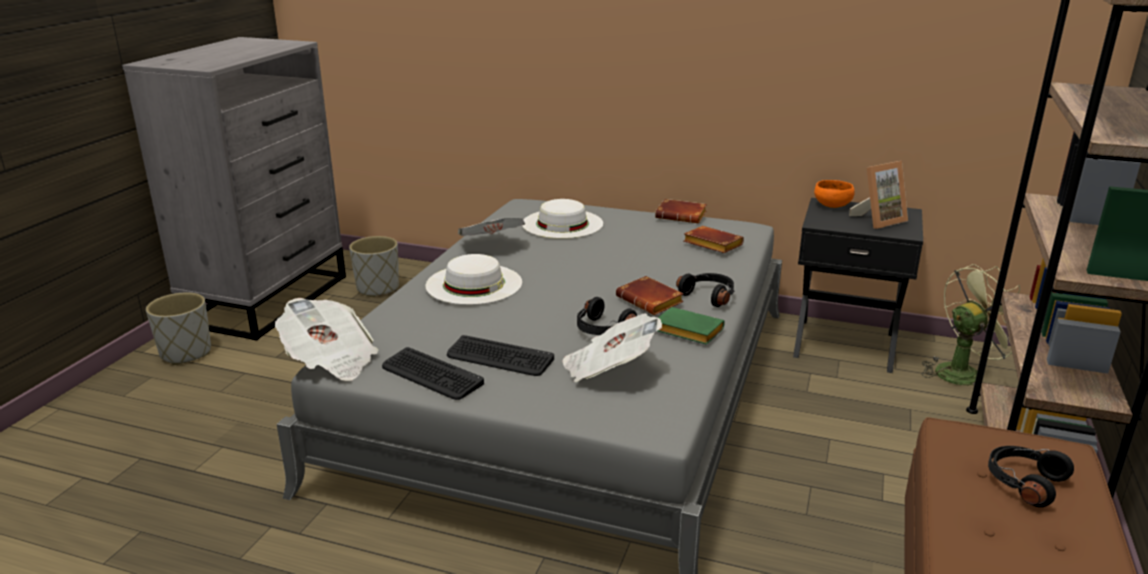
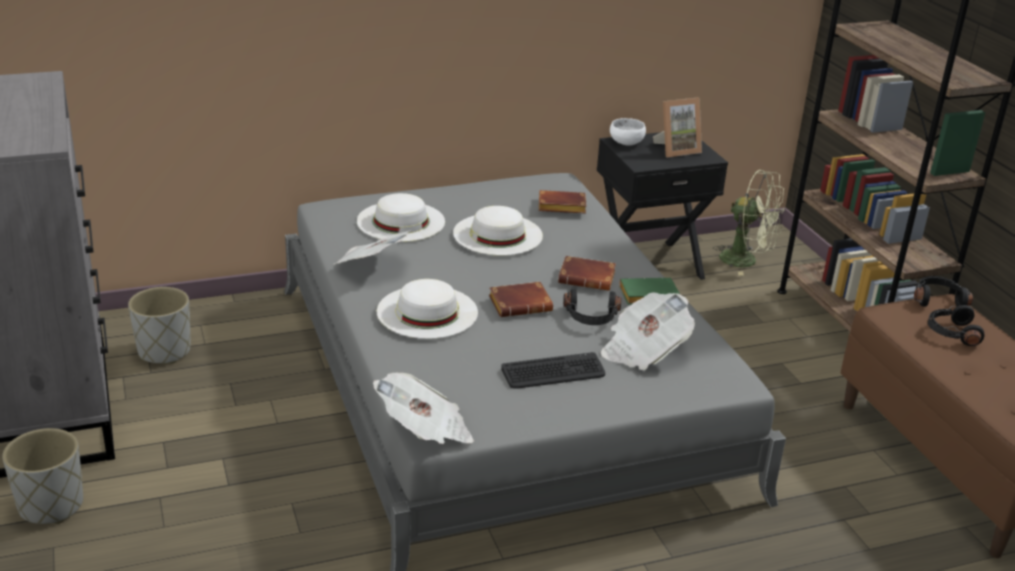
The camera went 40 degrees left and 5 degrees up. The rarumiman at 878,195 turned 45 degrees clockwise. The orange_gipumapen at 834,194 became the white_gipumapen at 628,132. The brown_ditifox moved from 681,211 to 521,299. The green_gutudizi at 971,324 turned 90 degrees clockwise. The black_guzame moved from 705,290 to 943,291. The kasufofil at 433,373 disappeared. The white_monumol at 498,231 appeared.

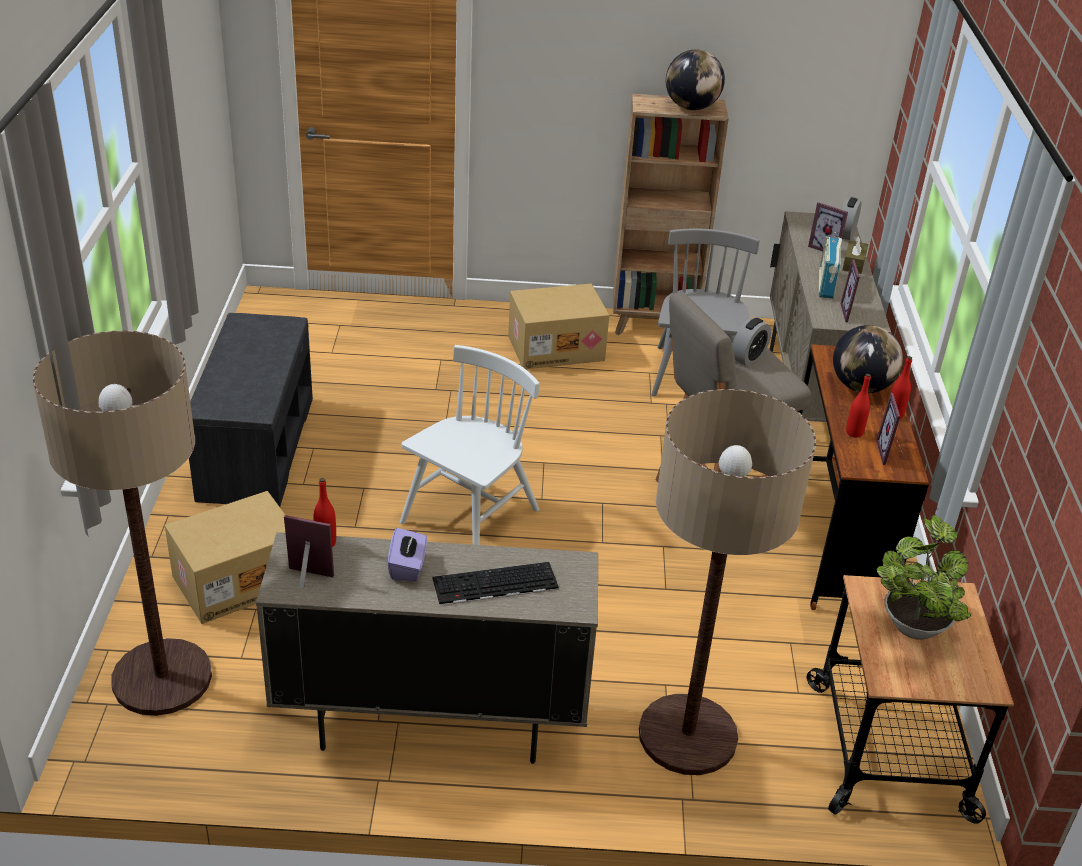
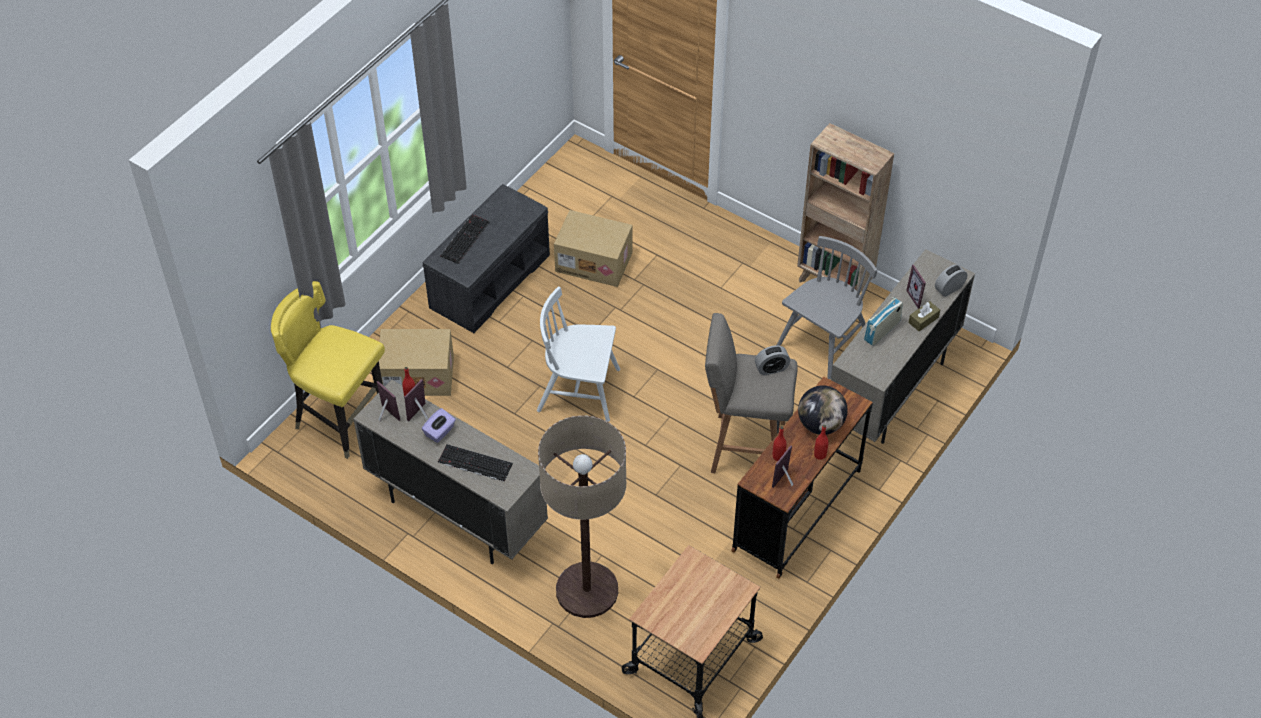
The camera went 35 degrees right and 15 degrees up. The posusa at 695,80 disappeared. The rarumiman moved from 852,291 to 416,400. The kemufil moved from 558,326 to 593,248. The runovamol at 122,523 was replaced by the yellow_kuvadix at 328,370. The white_kuvadix at 470,445 turned 150 degrees counterclockwise. The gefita at 924,577 disappeared. The kasufofil at 465,239 appeared.

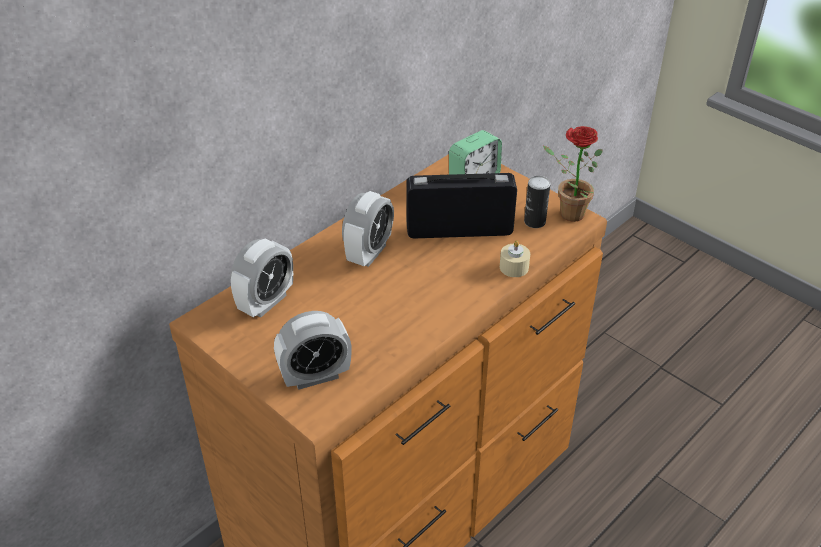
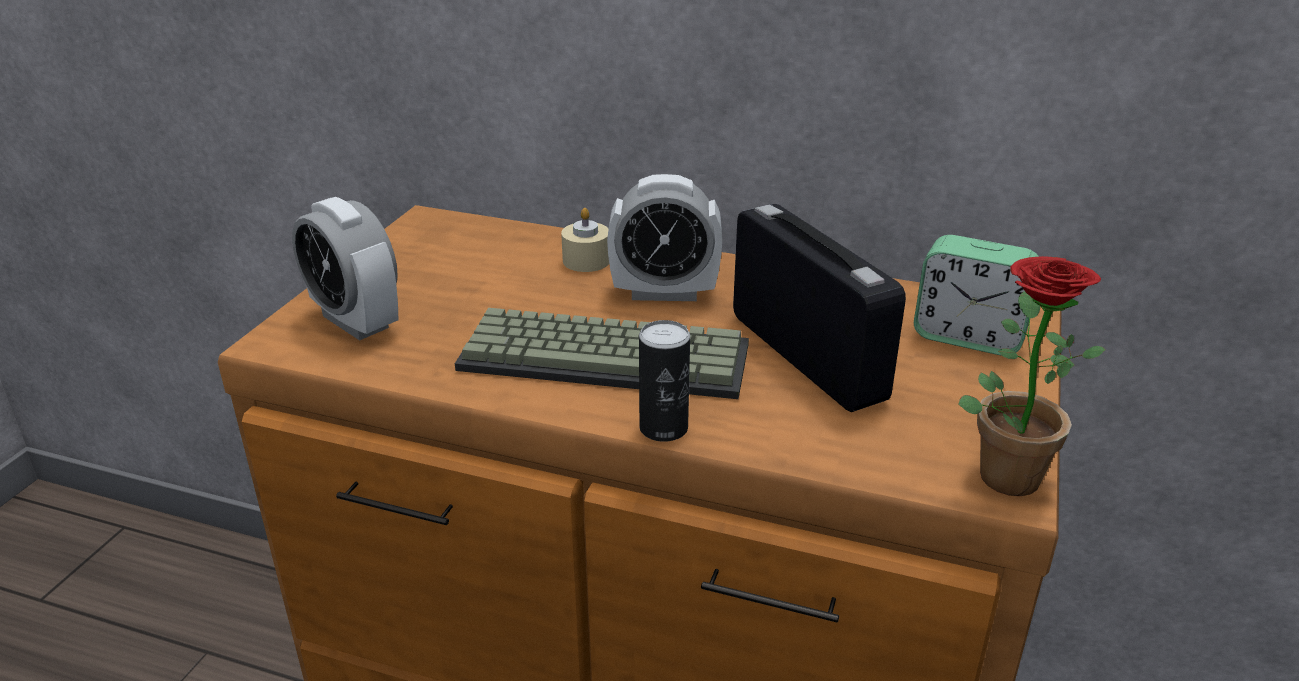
The camera went 65 degrees right and 10 degrees down. The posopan moved from 537,202 to 664,381. The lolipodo at 261,278 disappeared. The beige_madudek moved from 515,258 to 585,240. The kasufofil at 602,353 appeared.

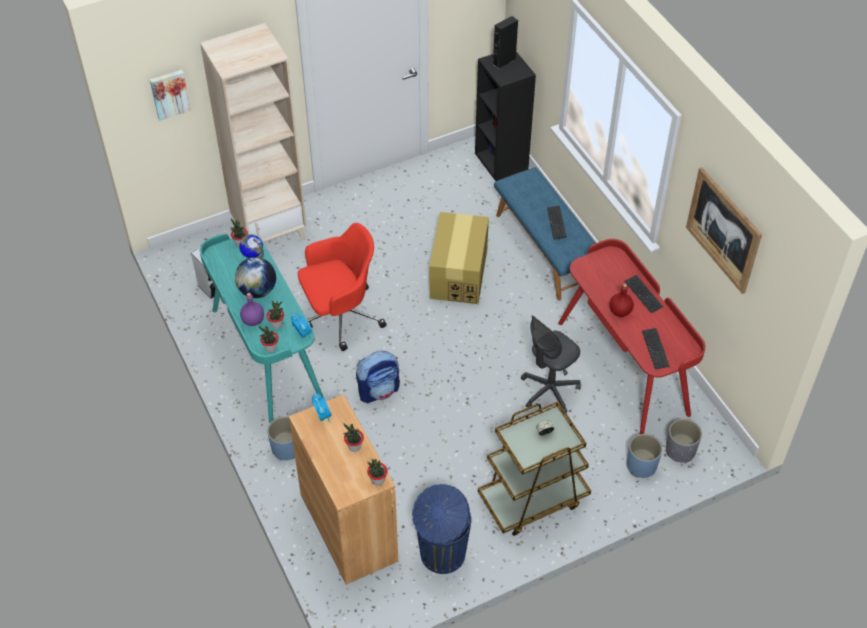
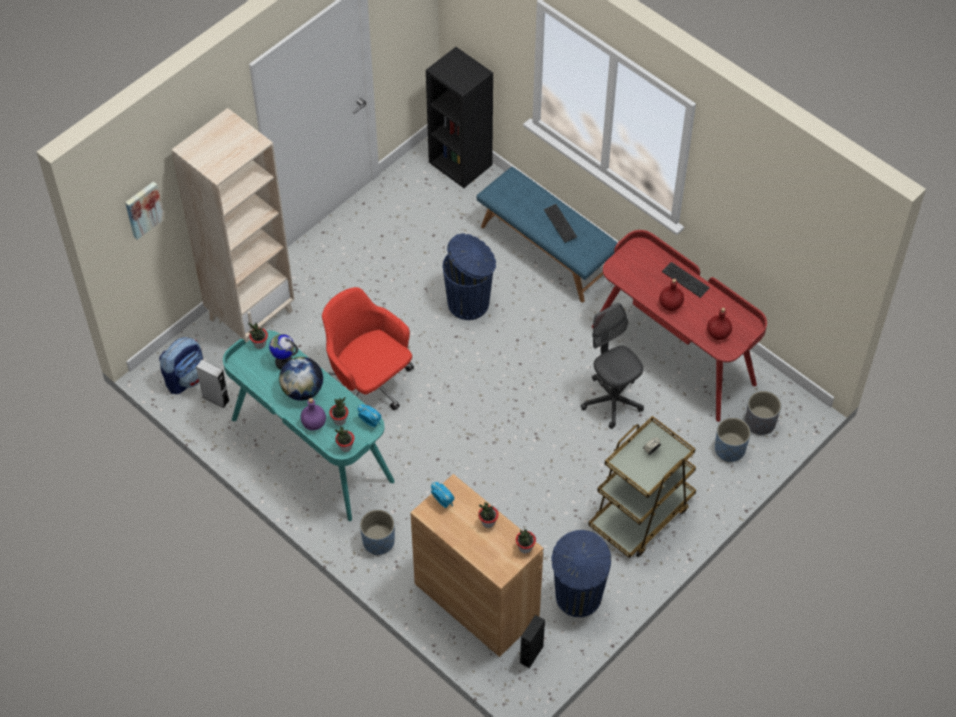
The camera went 20 degrees left and 5 degrees up. The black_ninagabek moved from 505,42 to 532,641. The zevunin at 724,230 disappeared. The kemufil at 459,258 was replaced by the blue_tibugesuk at 469,277. The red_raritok at 342,287 turned 90 degrees counterclockwise. The grey_raritok at 551,364 turned 120 degrees clockwise. The kasufofil at 656,349 was replaced by the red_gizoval at 719,323. The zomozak moved from 378,377 to 181,365.

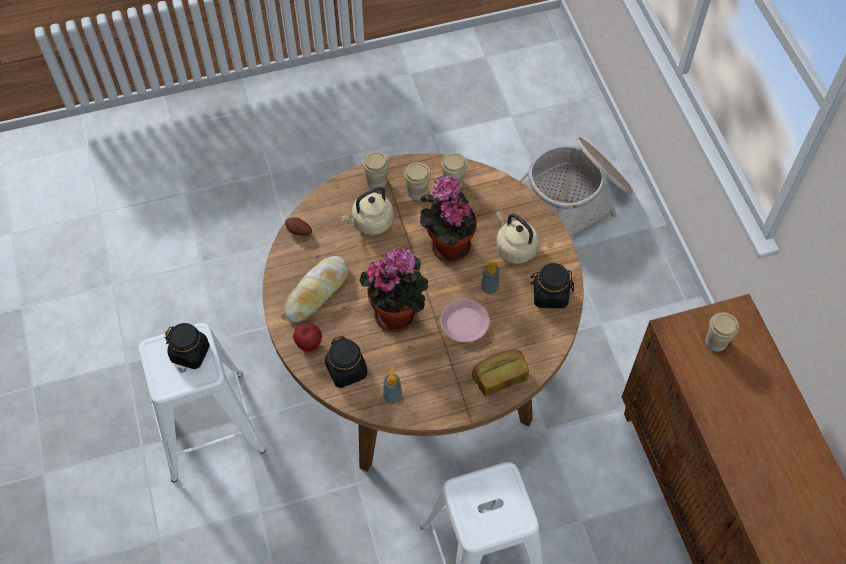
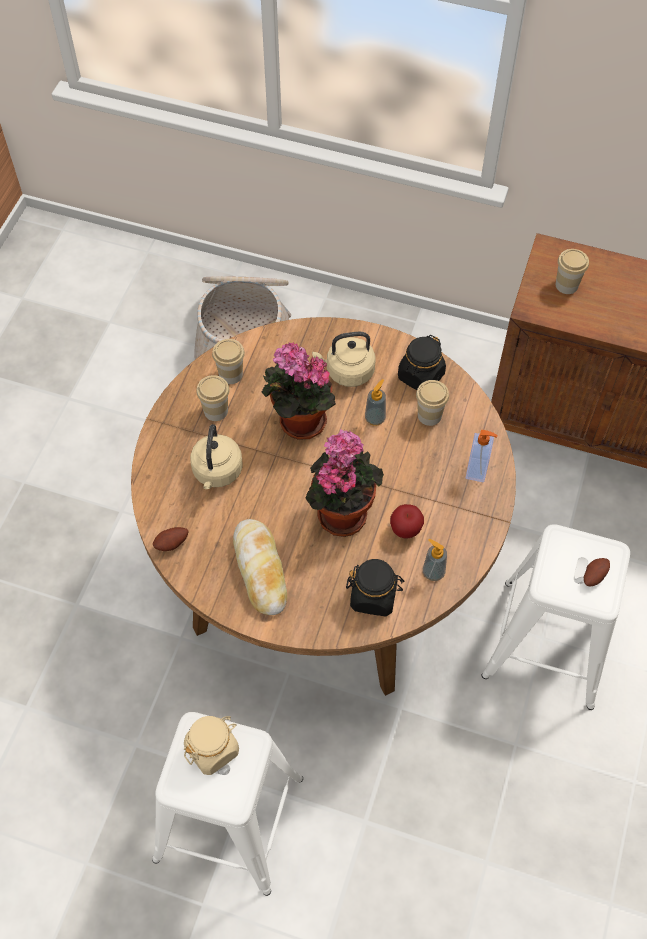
The camera went 55 degrees left and 0 degrees up. The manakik moved from 375,170 to 432,403. The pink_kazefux at 465,320 disappeared. The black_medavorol at 187,346 became the beige_medavorol at 211,745. The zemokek moved from 307,337 to 407,521. The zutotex at 500,373 was replaced by the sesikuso at 481,456. The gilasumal at 597,572 appeared.

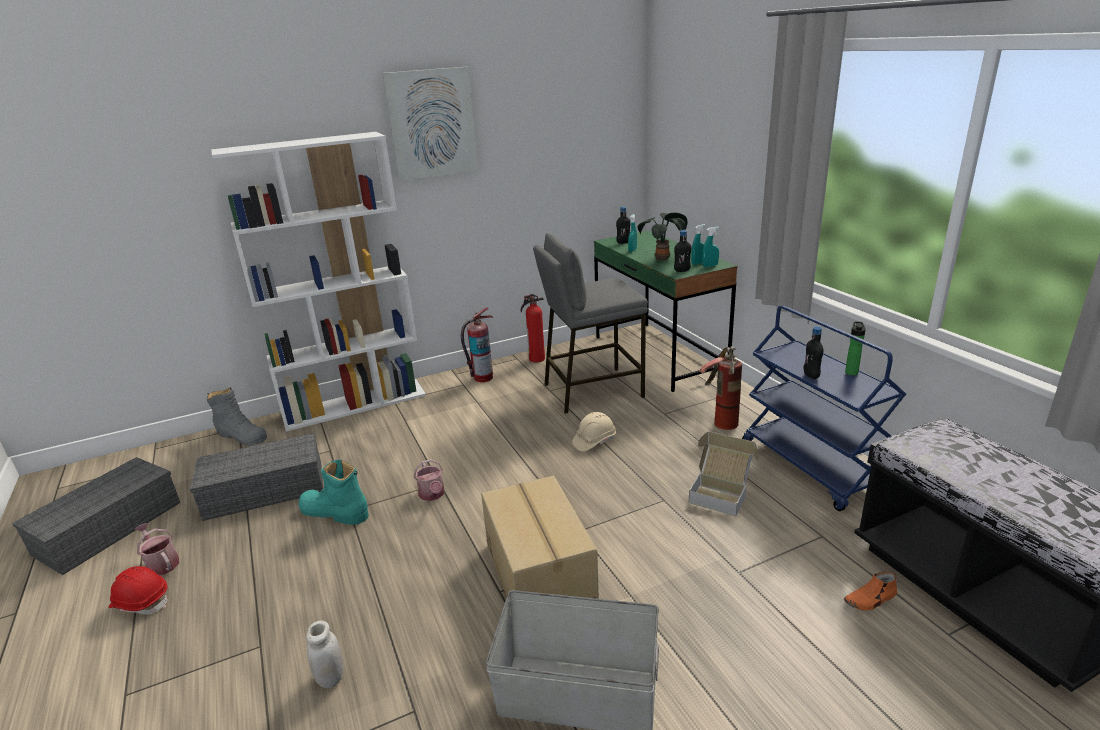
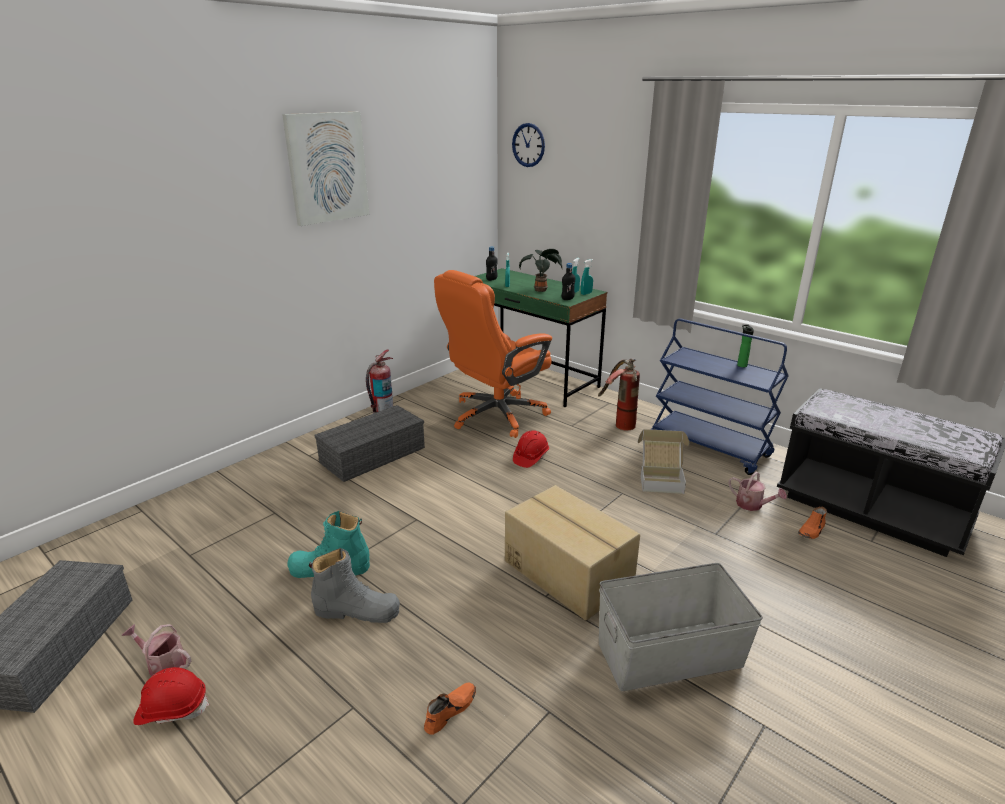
The camera went 25 degrees left and 0 degrees up. The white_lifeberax at 318,282 disappeared. The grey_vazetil at 590,323 was replaced by the orange_raritok at 493,354. The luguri at 533,328 disappeared. The black_gizoval at 813,352 disappeared. The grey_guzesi moved from 237,416 to 354,585. The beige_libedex at 594,431 became the red_libedex at 531,449. The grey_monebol moved from 256,477 to 369,443. The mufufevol moved from 429,480 to 757,491. The white_medavorol at 324,654 was replaced by the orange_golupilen at 450,708. The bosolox at 528,145 appeared.

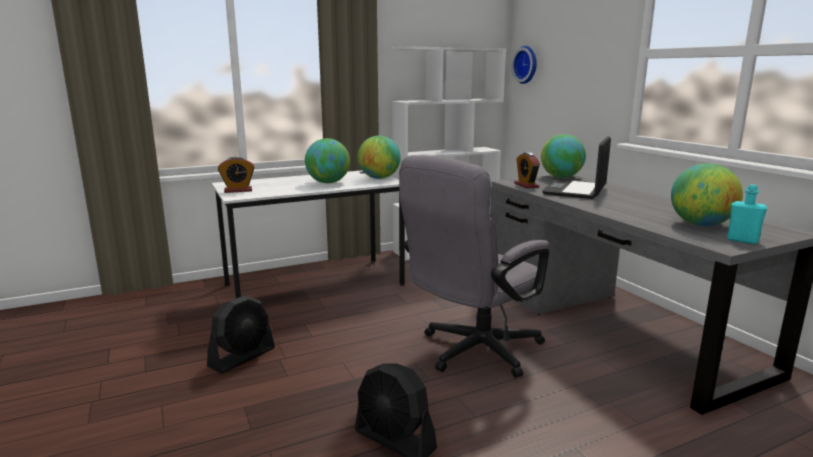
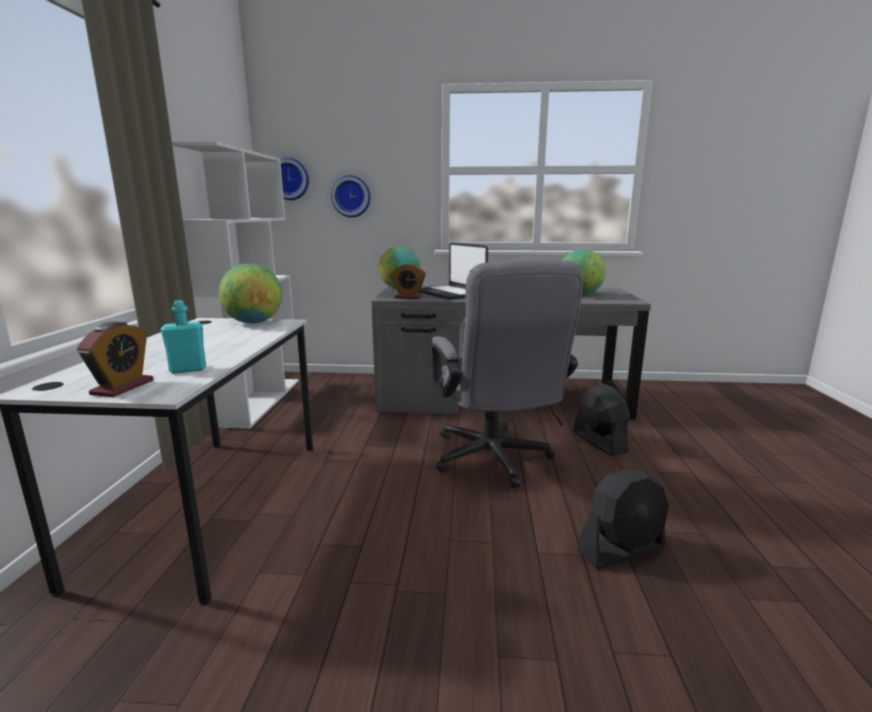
The camera went 60 degrees left and 0 degrees up. The posusa at 327,160 disappeared. The turquoise_gizoval moved from 747,214 to 183,337. The black_gutudizi moved from 241,334 to 601,419. The bosolox at 351,196 appeared.

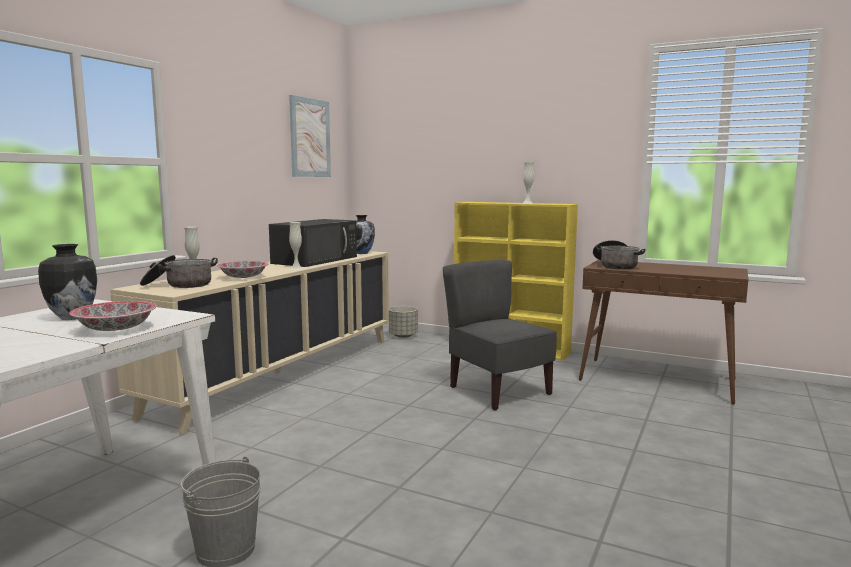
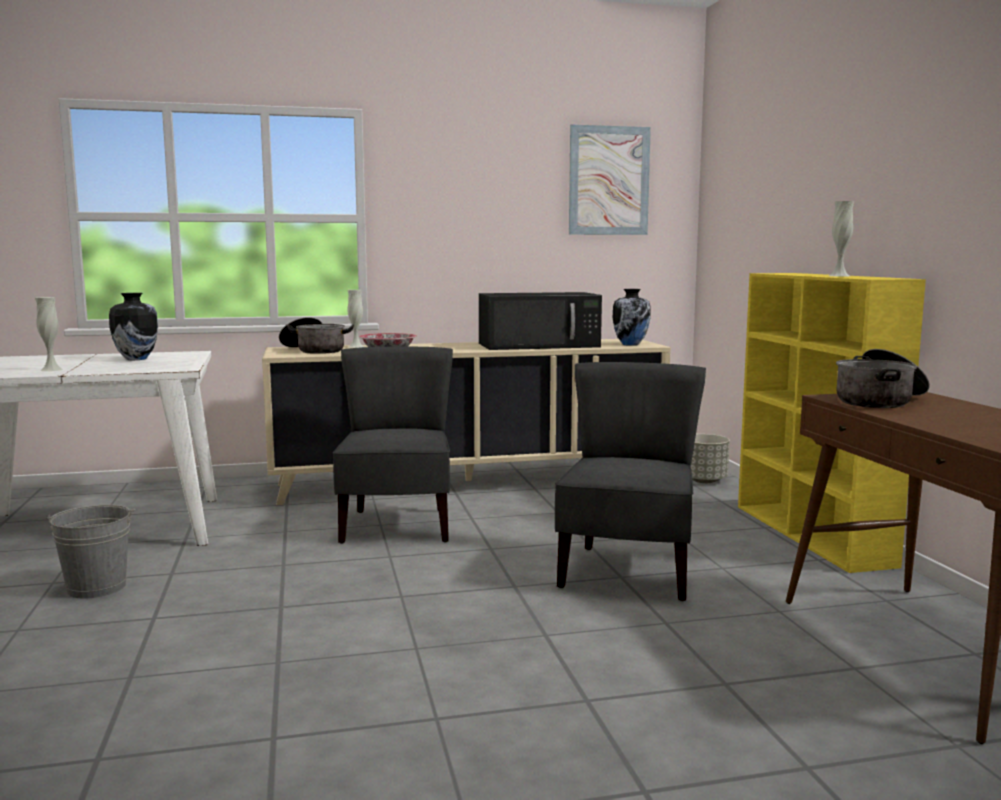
The camera went 50 degrees right and 0 degrees up. The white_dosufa moved from 296,245 to 49,334. The gipumapen at 113,316 disappeared. The grey_kuvadix at 393,445 appeared.

